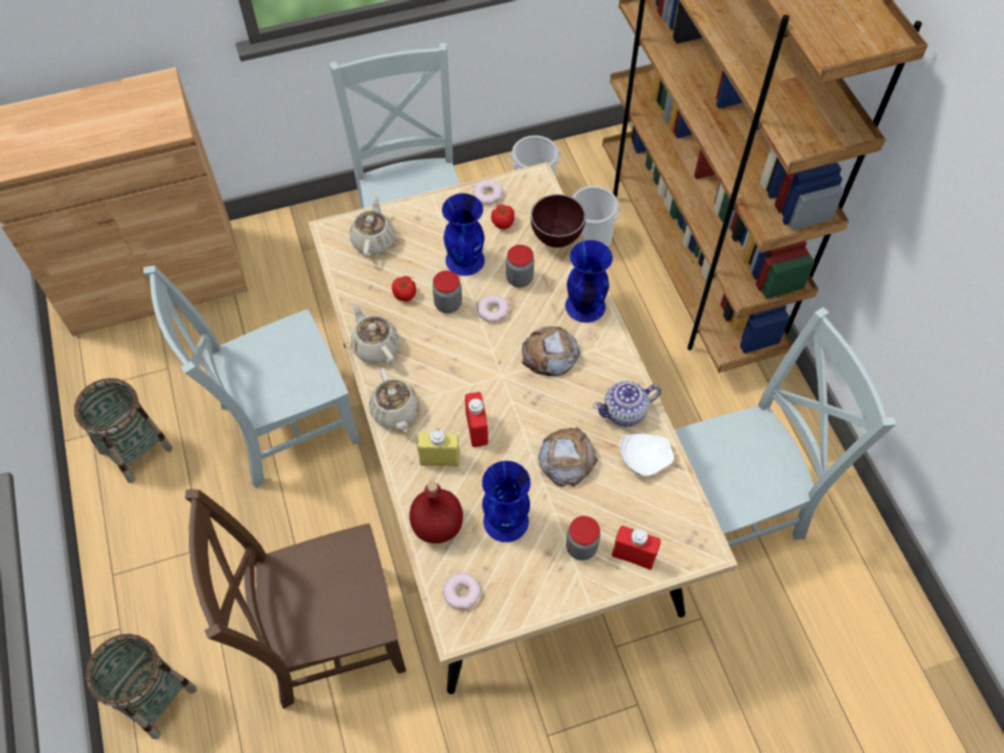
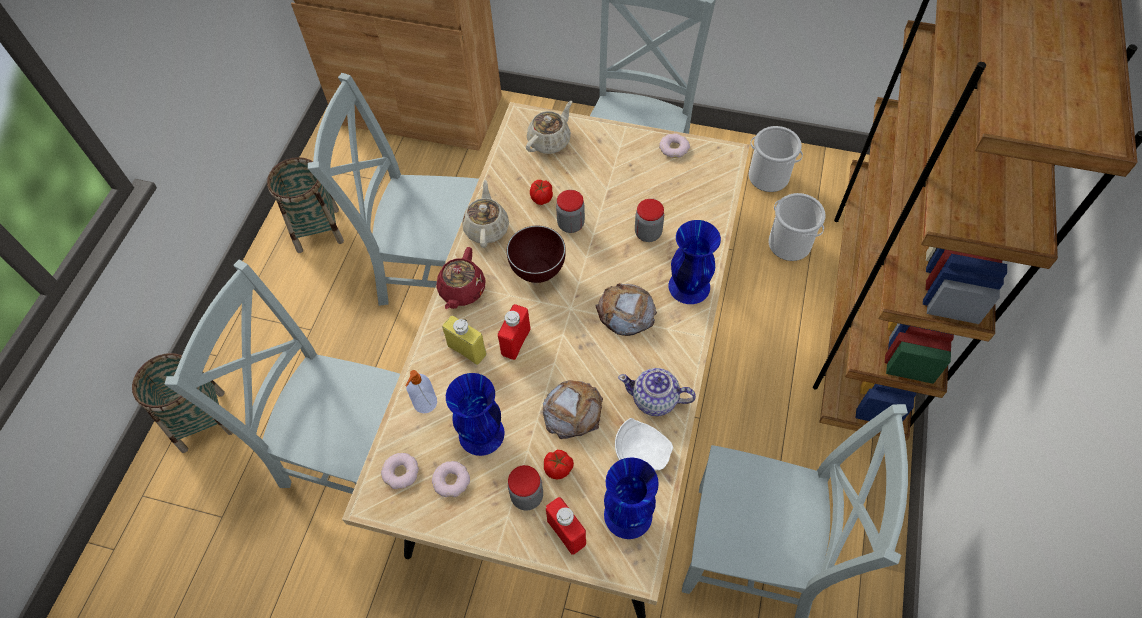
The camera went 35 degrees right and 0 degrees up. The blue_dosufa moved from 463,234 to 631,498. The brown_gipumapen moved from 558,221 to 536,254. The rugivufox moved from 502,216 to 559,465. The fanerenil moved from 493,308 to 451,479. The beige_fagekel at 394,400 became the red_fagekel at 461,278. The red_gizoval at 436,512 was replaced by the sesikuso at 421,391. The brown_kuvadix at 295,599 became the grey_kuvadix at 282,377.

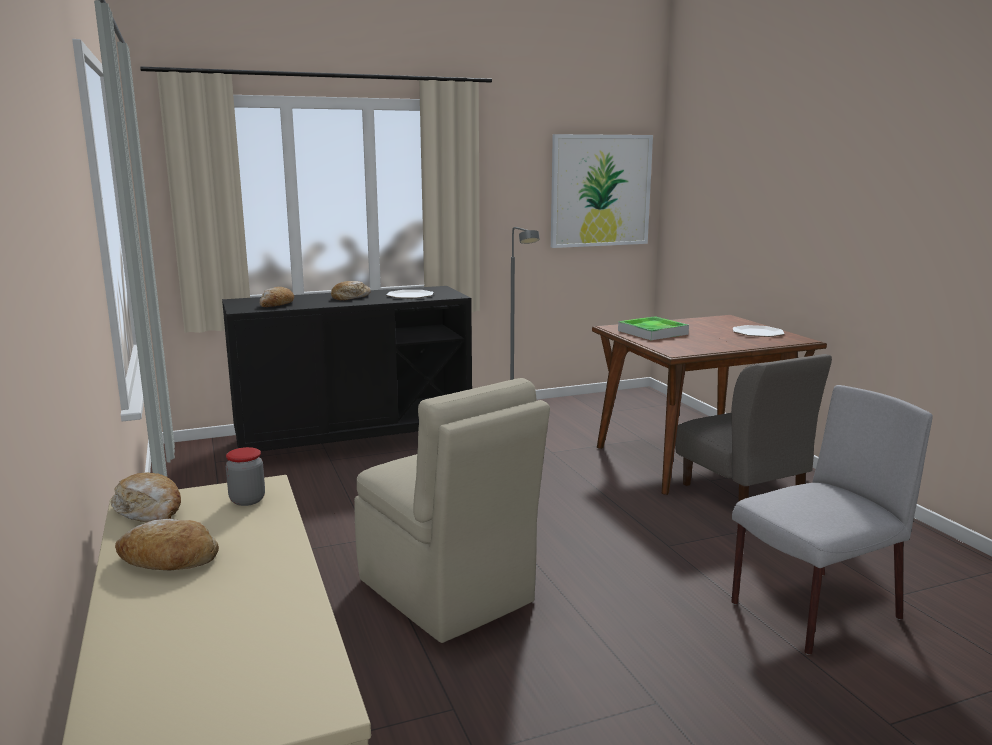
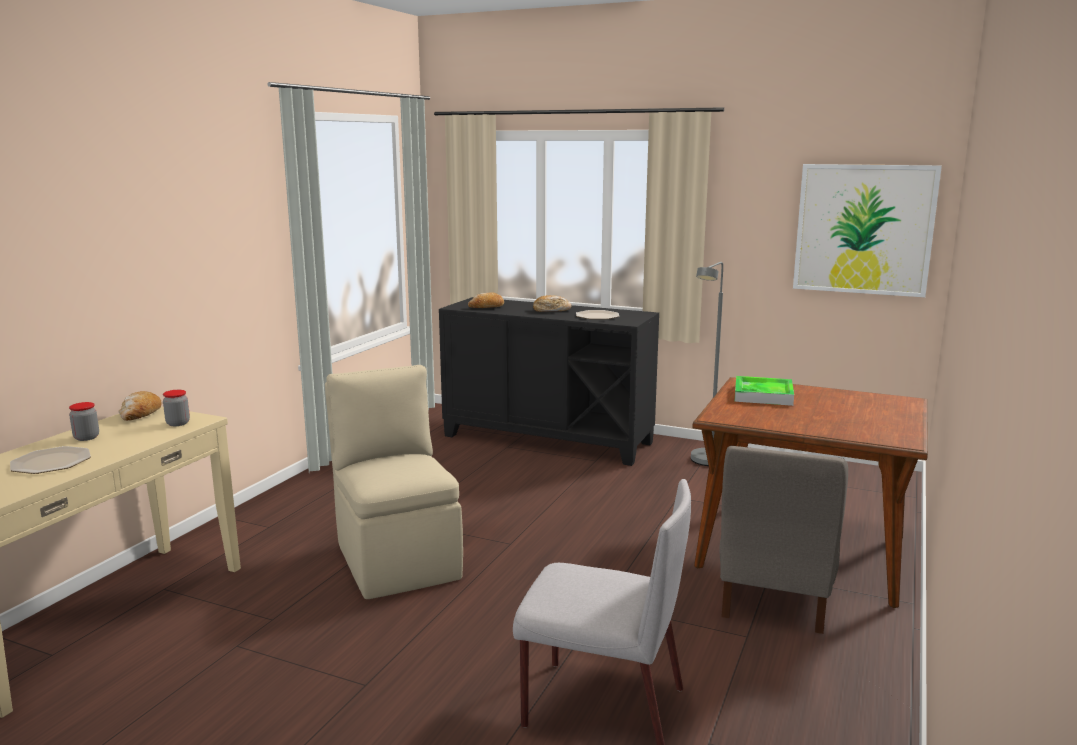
The camera went 45 degrees right and 0 degrees up. The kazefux moved from 758,331 to 50,460. The beige_kuvadix at 452,510 turned 150 degrees clockwise. The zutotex at 167,545 was replaced by the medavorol at 84,421.

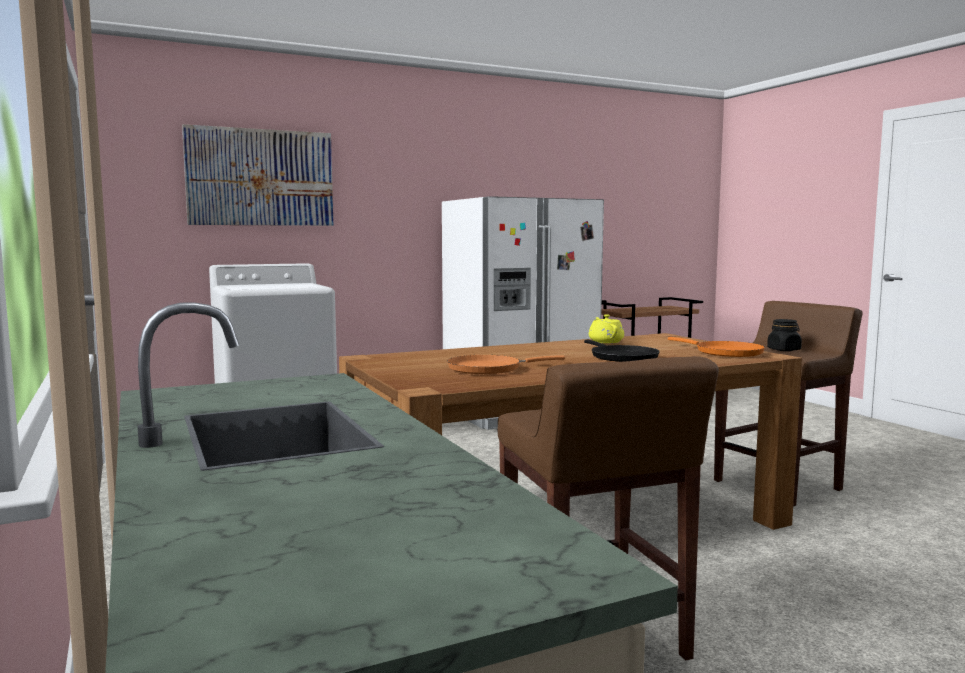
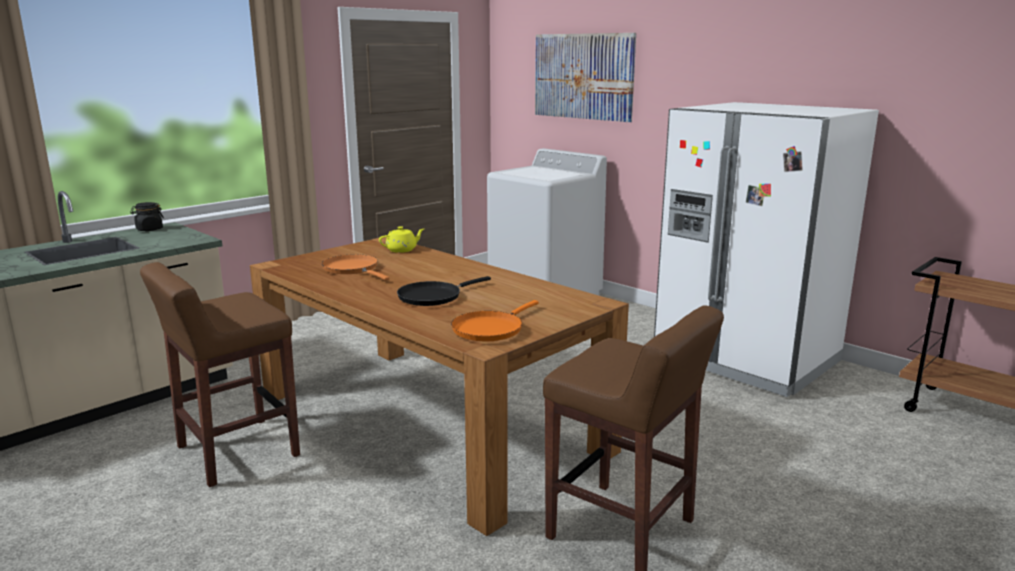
The camera went 70 degrees right and 10 degrees up. The yellow_fagekel moved from 606,328 to 401,239. The black_medavorol moved from 784,335 to 147,216.

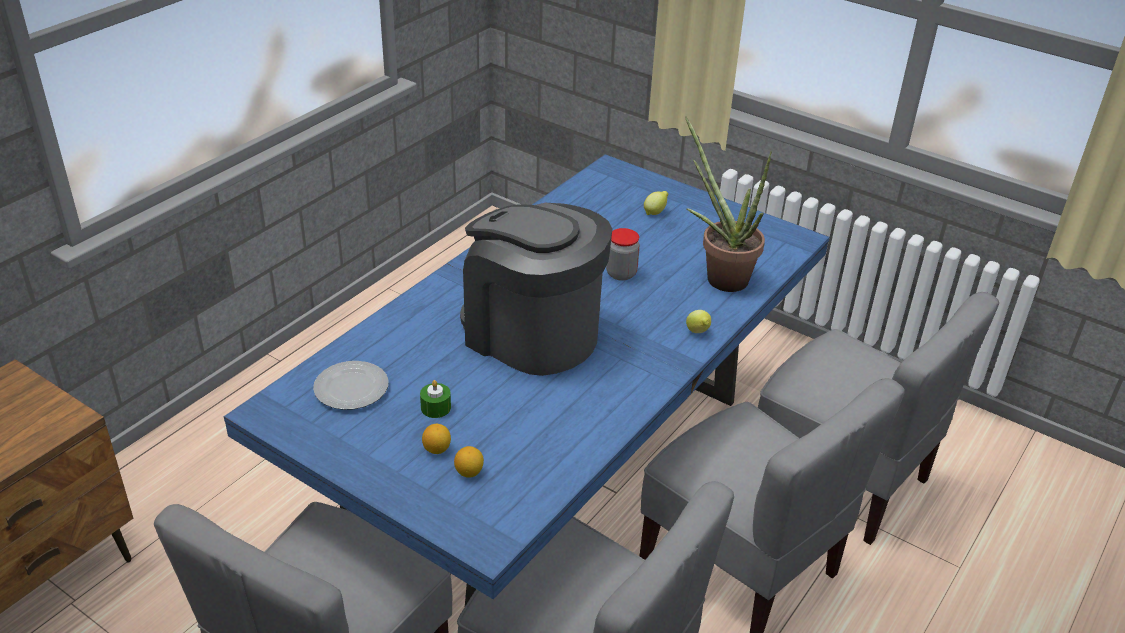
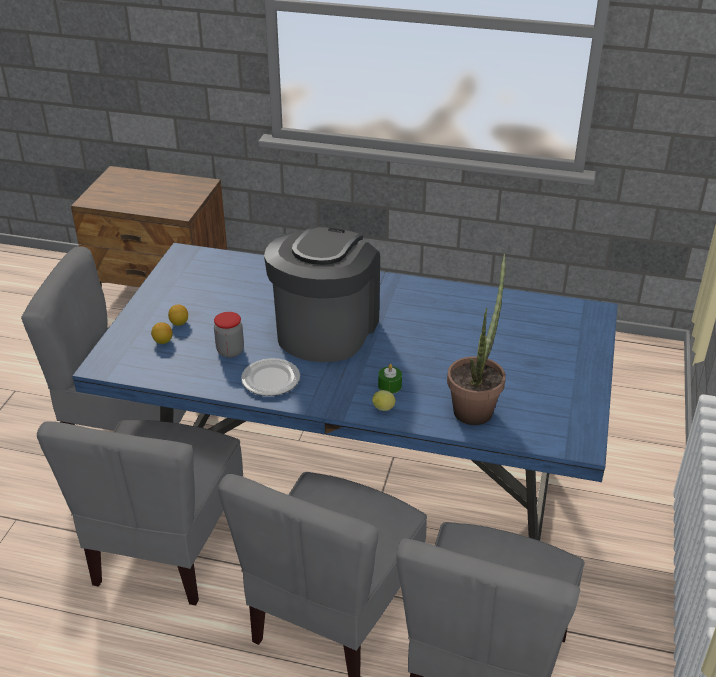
The camera went 70 degrees right and 0 degrees up. The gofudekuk at 656,203 disappeared. The medavorol moved from 623,254 to 229,335. The kazefux moved from 351,385 to 270,377. The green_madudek moved from 435,399 to 390,379.

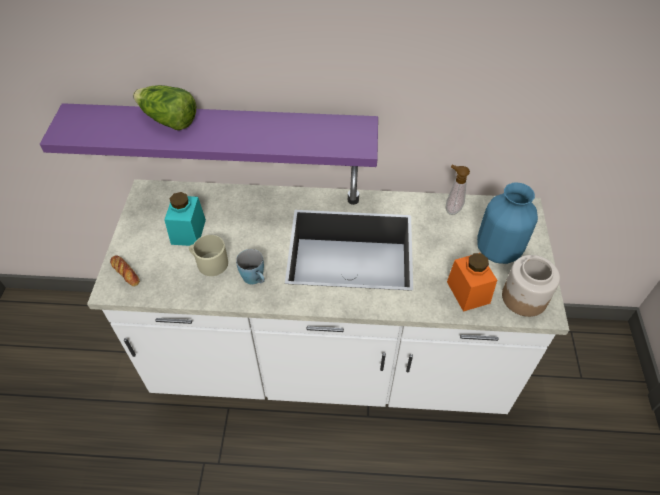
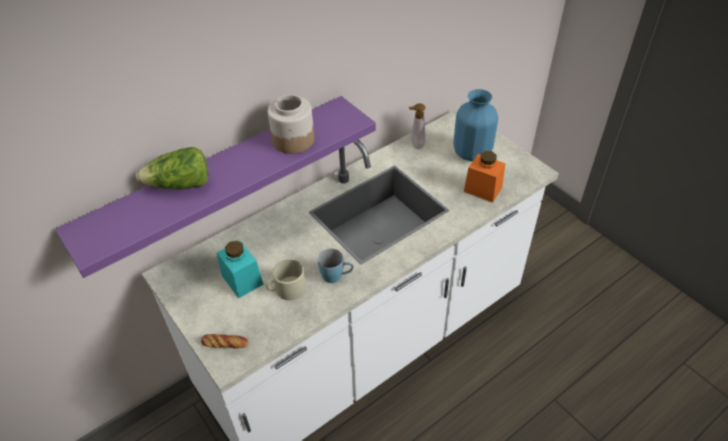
The camera went 40 degrees left and 5 degrees down. The medavorol moved from 531,286 to 291,124.

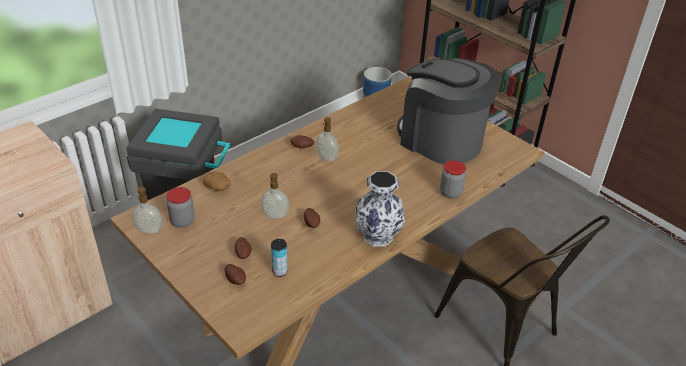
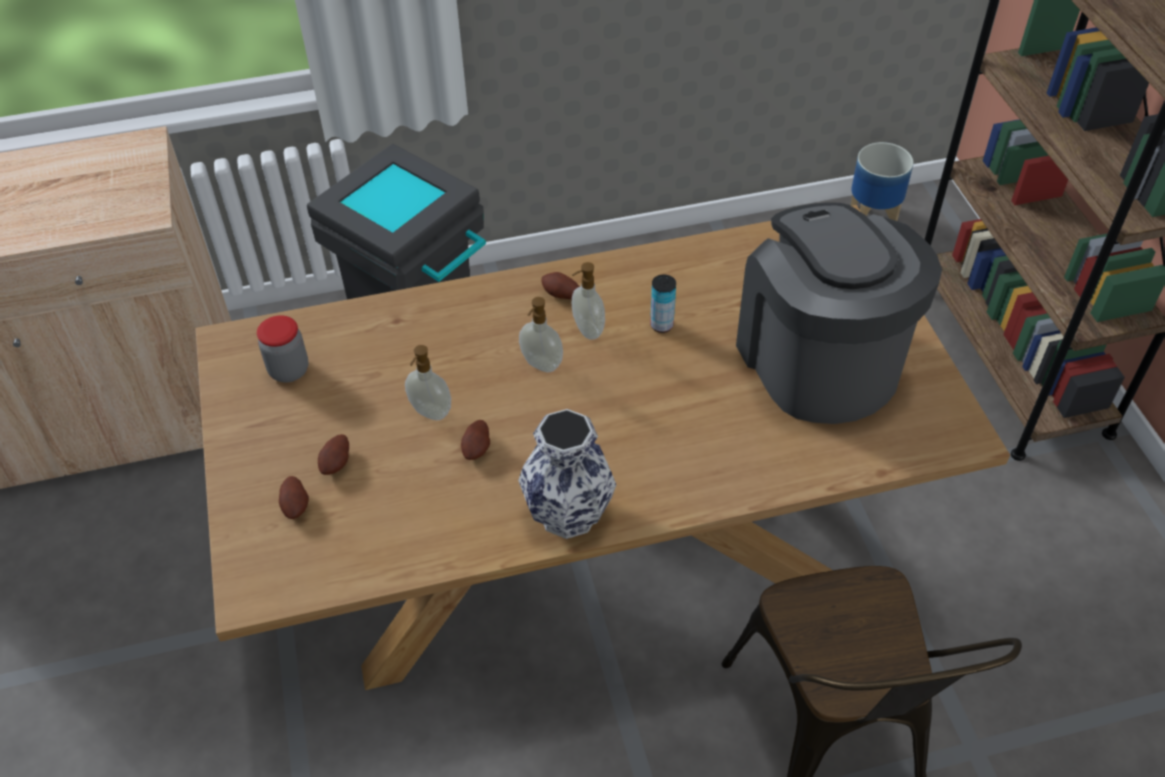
The camera went 30 degrees right and 10 degrees up. The medavorol at 453,179 disappeared. The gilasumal at 217,181 disappeared. The sesikuso moved from 147,210 to 541,334. The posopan moved from 279,258 to 663,304.

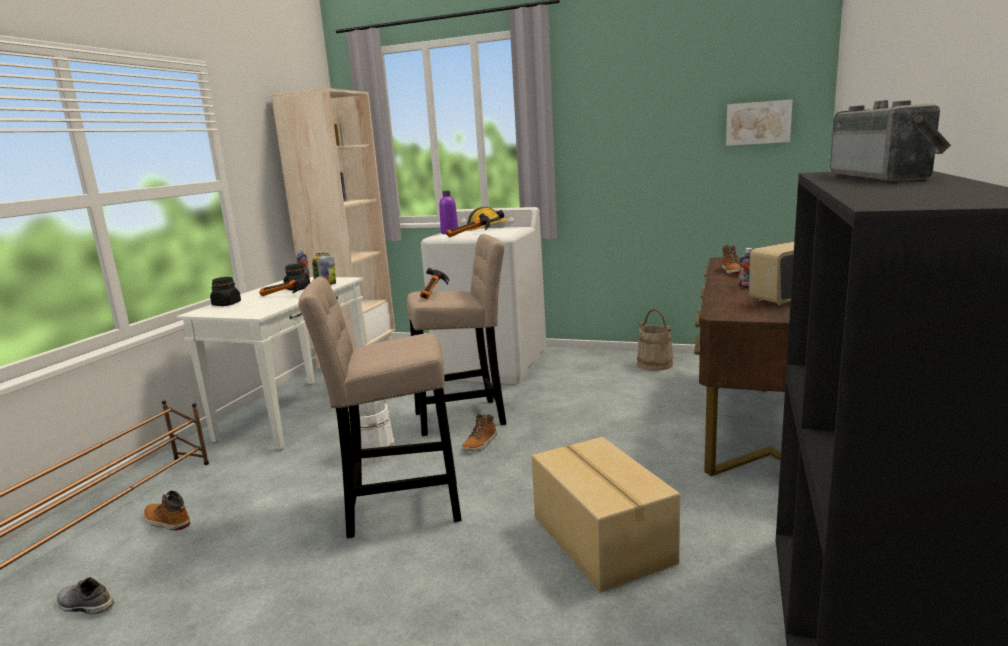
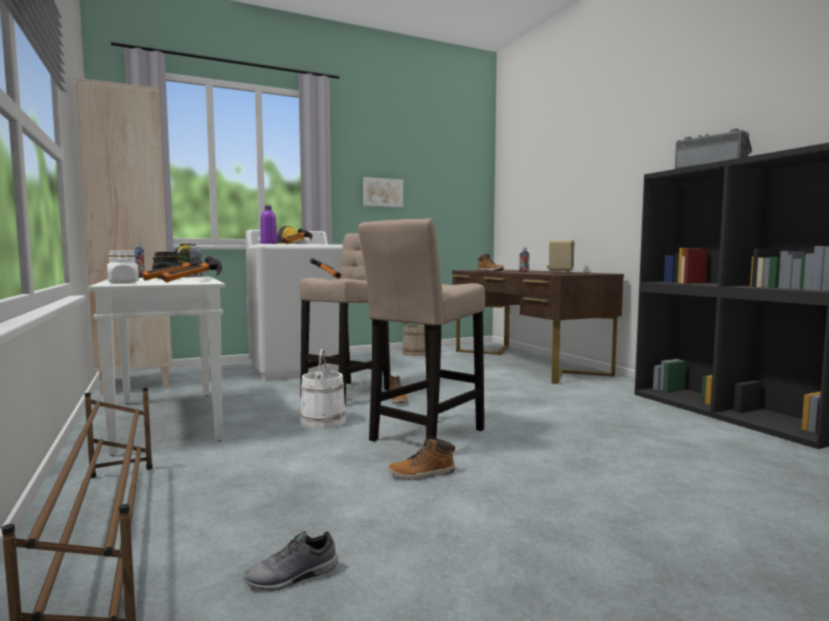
The camera went 45 degrees left and 10 degrees down. The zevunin moved from 759,122 to 383,192. The black_medavorol at 225,291 became the white_medavorol at 123,267. The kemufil at 606,514 disappeared. The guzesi moved from 167,511 to 421,458. The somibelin at 191,269 appeared.

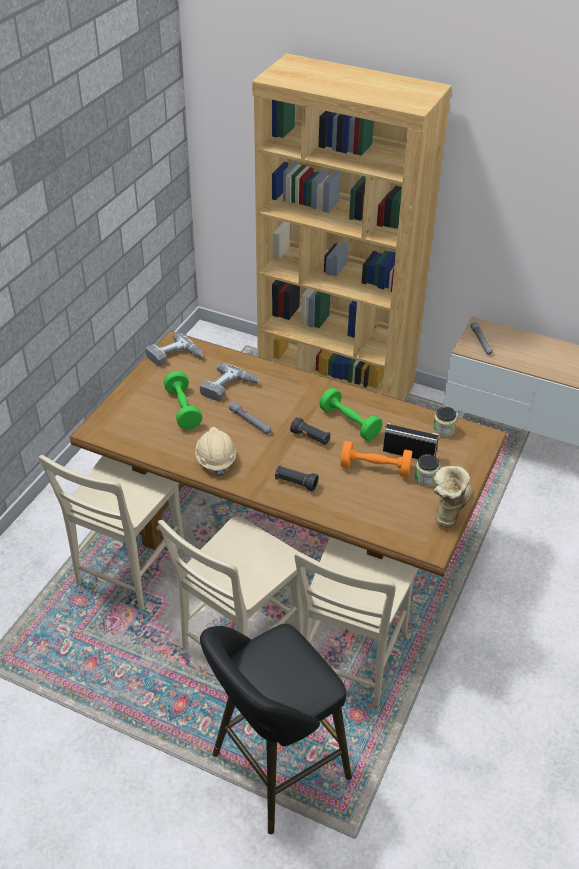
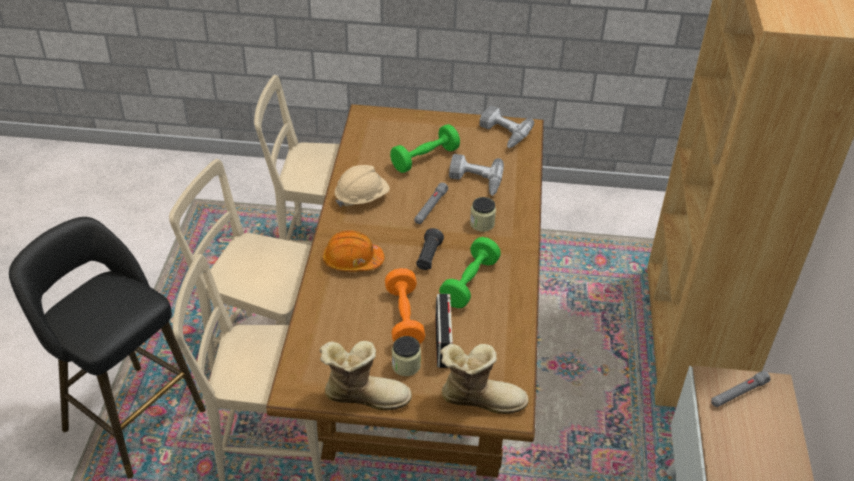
The camera went 70 degrees right and 0 degrees up. The medavorol moved from 445,421 to 483,214. The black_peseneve at 297,478 was replaced by the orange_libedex at 354,251. The guzesi at 484,379 appeared.

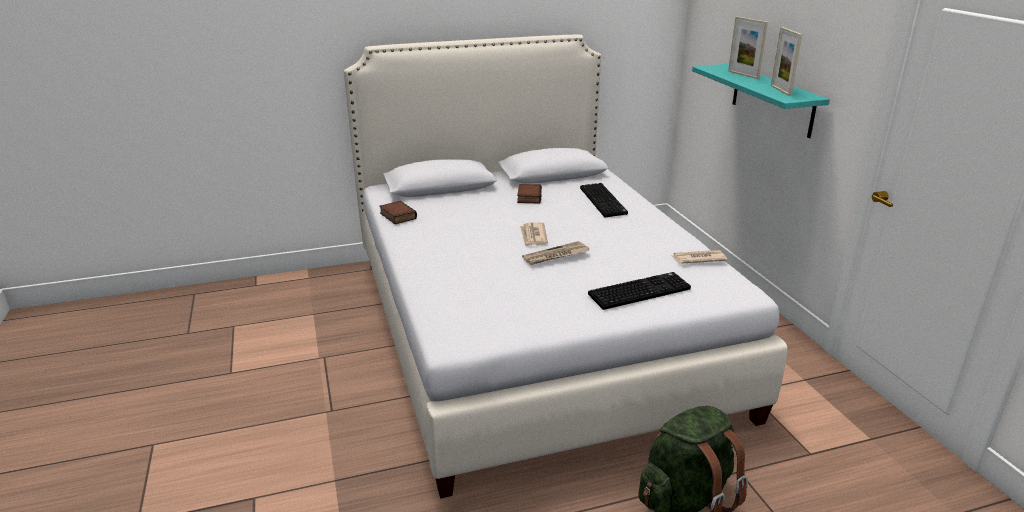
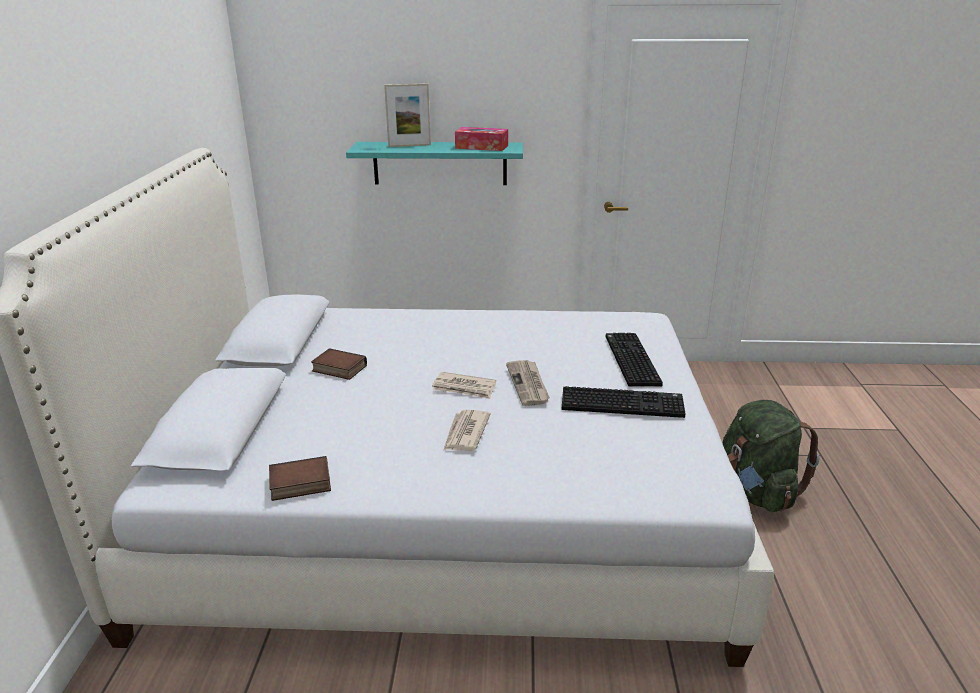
The camera went 70 degrees left and 0 degrees up. The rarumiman at 786,61 was replaced by the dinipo at 481,139. The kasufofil moved from 604,200 to 624,402. The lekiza moved from 700,257 to 467,430.

